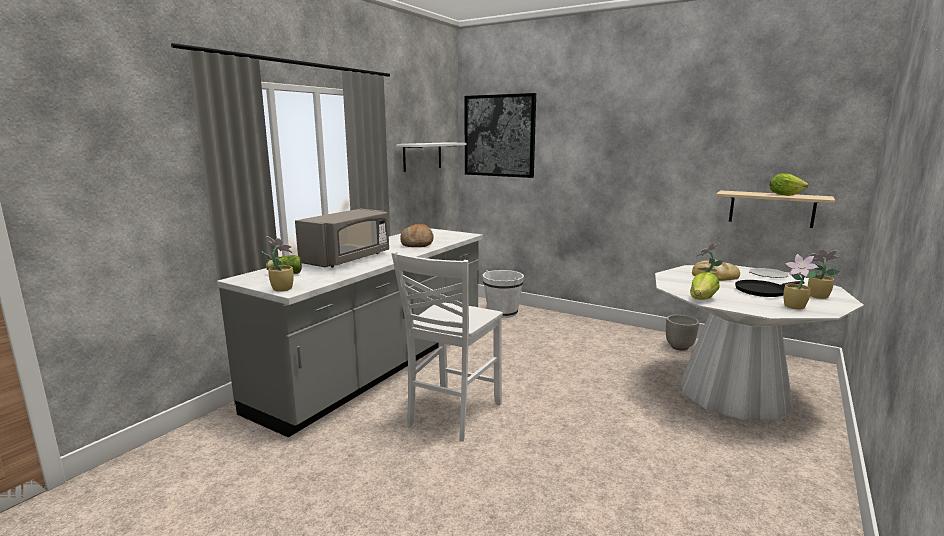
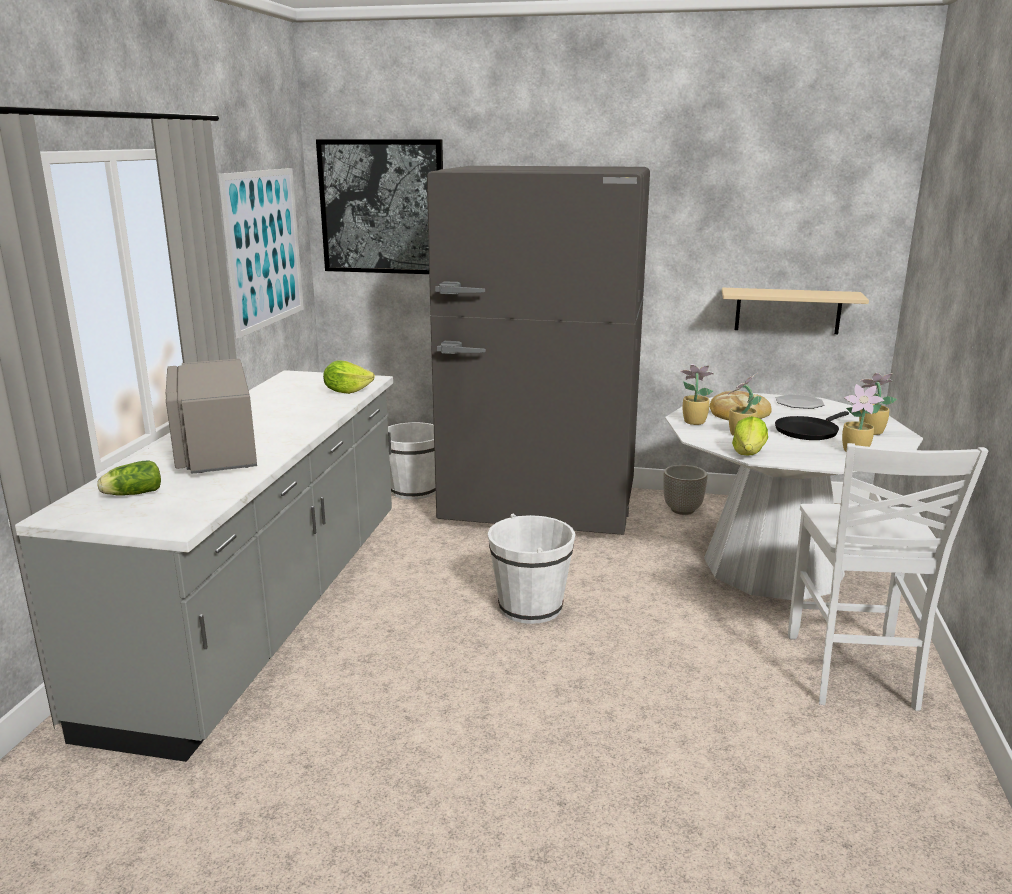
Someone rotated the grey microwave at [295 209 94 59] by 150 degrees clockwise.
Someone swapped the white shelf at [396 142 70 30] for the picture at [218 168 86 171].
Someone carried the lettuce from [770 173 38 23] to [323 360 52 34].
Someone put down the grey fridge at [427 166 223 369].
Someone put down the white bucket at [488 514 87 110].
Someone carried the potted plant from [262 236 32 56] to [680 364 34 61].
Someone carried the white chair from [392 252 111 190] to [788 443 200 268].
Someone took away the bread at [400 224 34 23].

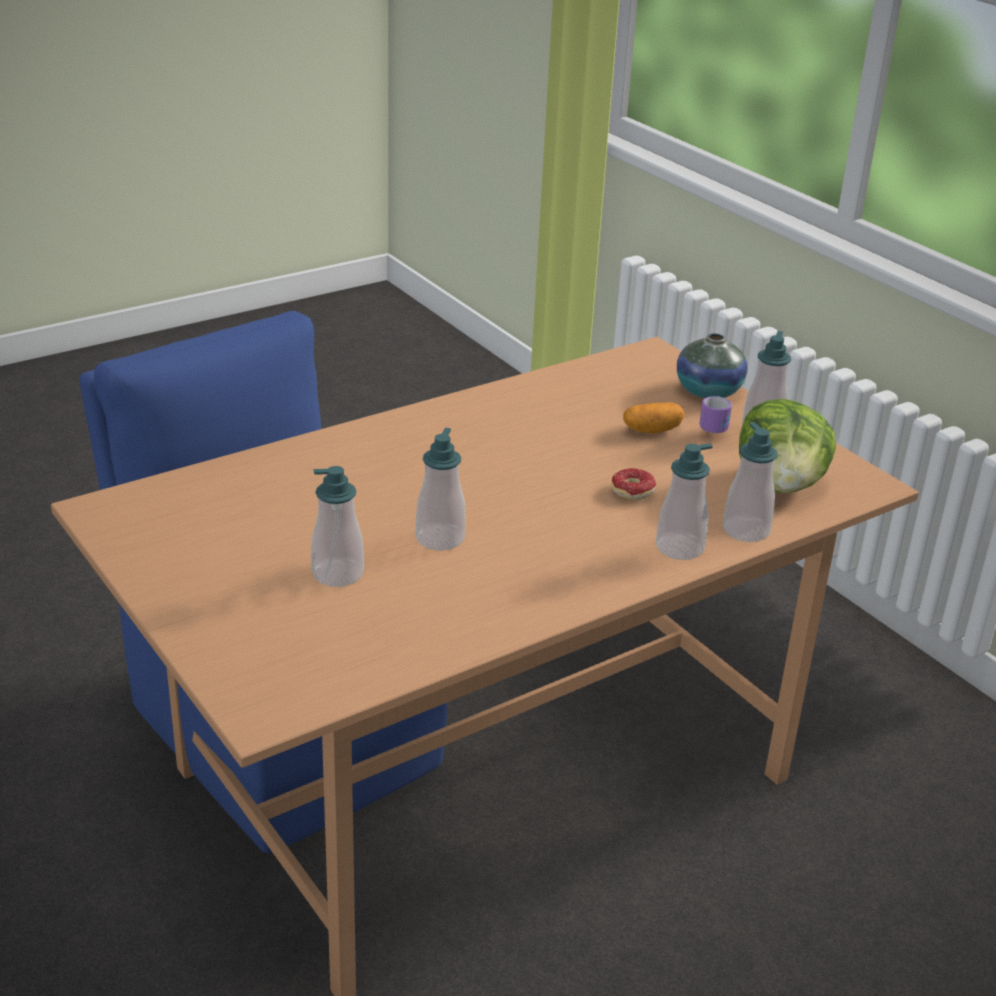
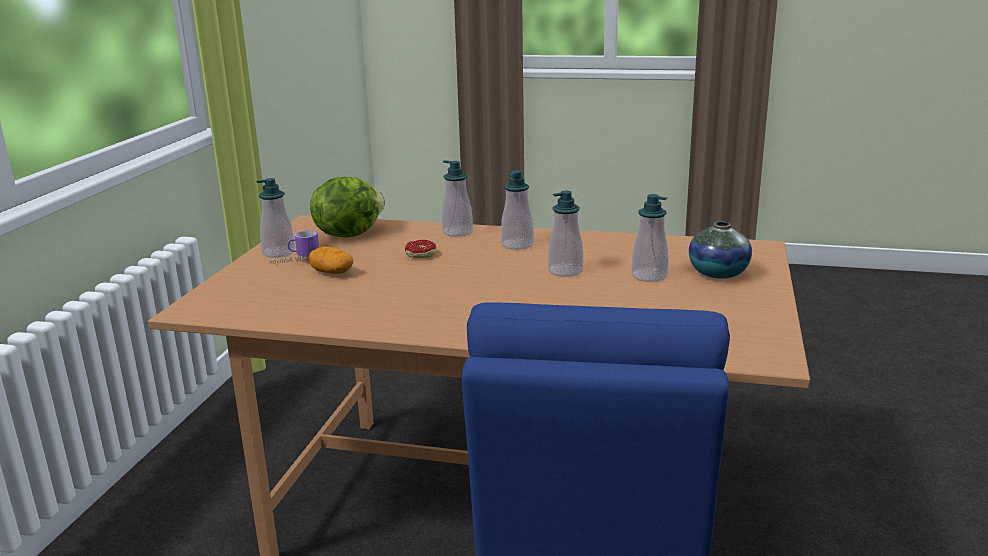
Someone carried the soap dispenser from [723 422 55 120] to [501 170 33 80].
Someone carried the vase from [677 333 71 66] to [689 221 63 58].

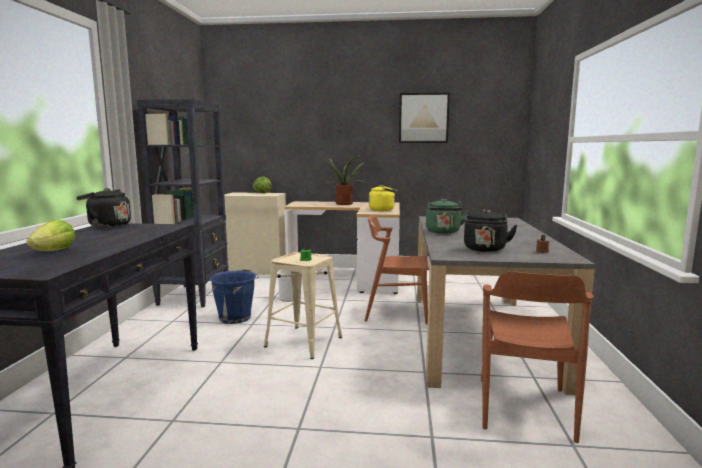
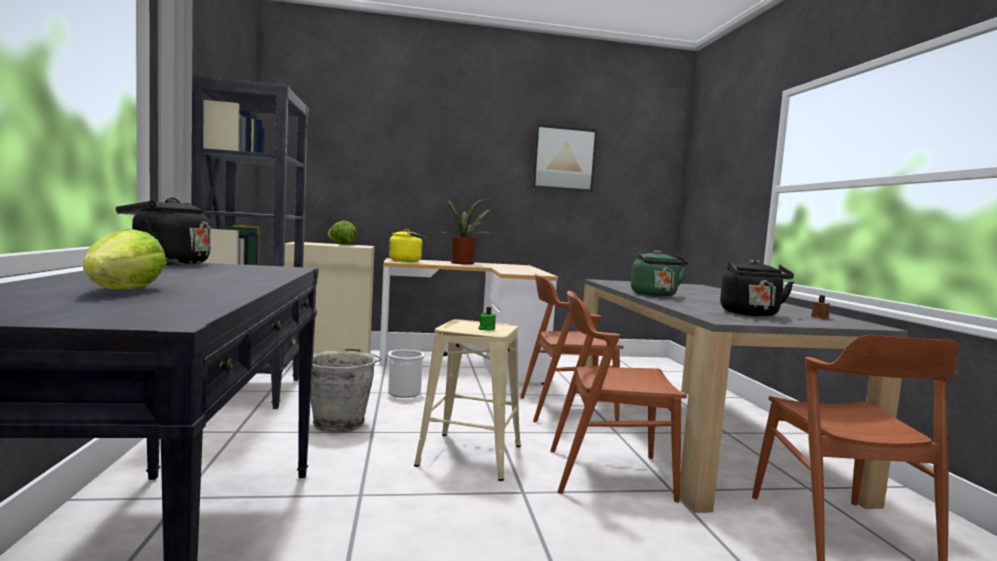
Someone repainted the blue bucket at [210 269 48 55], which became the grey bucket at [311 348 71 85].
Someone carried the yellow kettle from [369 185 28 26] to [389 229 37 33].
Someone put down the brown chair at [550 291 137 212].

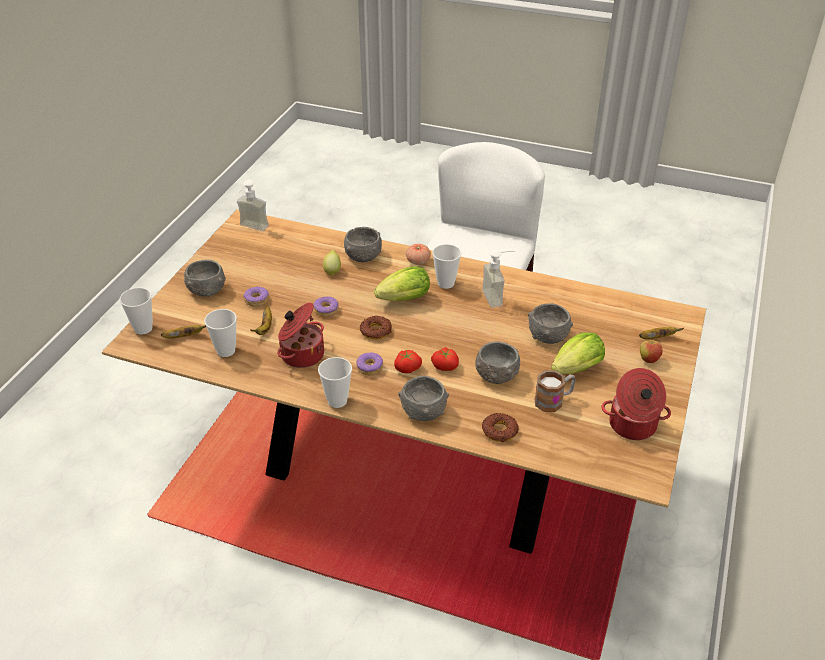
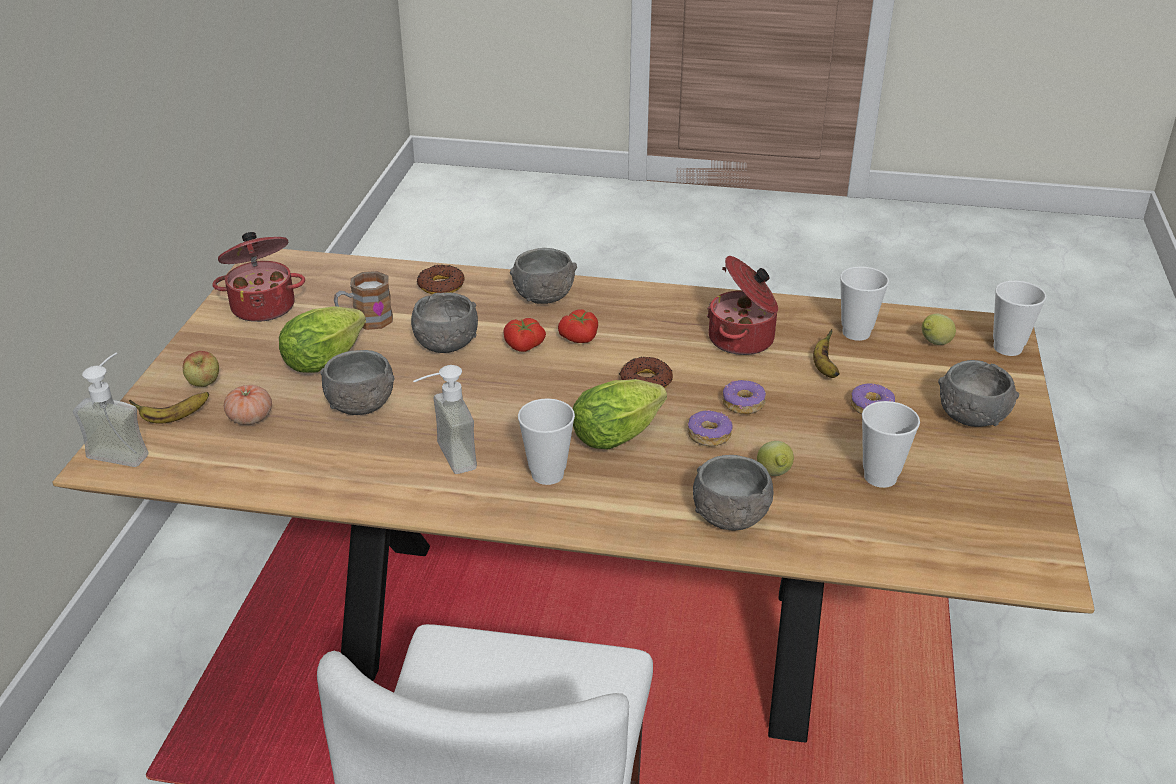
Someone carried the soap dispenser from [237 180 32 51] to [73 352 75 115].
Someone carried the tomato from [406 244 25 21] to [224 385 48 40].
Someone carried the donut from [356 352 27 24] to [687 410 46 37].
Someone carried the cup from [318 357 34 51] to [862 401 58 87].
Someone swapped the banana at [161 325 45 14] for the lemon at [922 314 34 31].

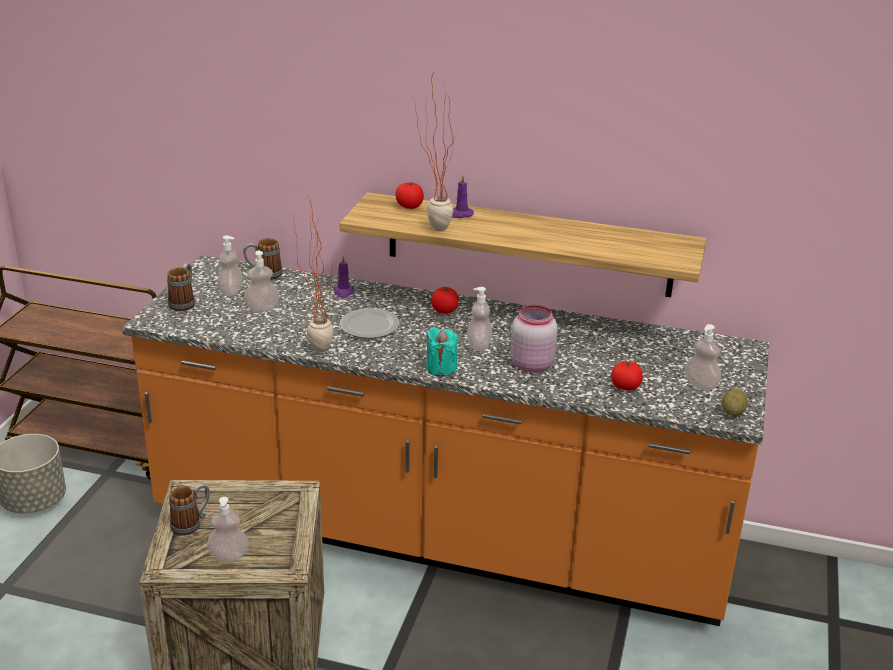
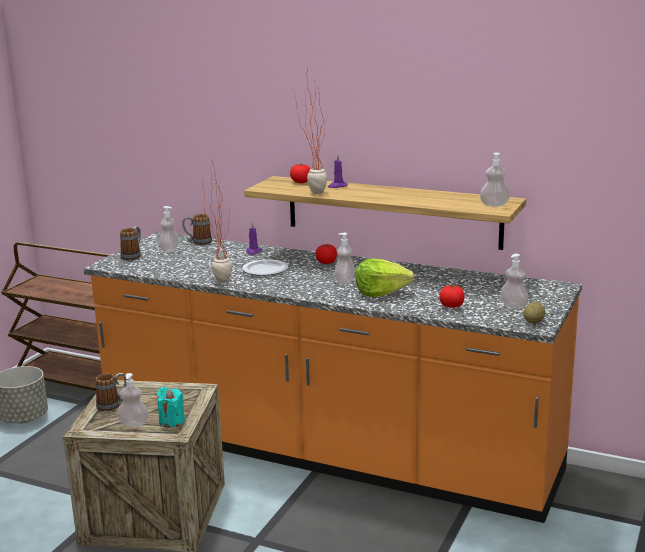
Someone carried the turquoise candle from [426 328 31 49] to [157 387 28 41].
Someone swapped the pink jar at [510 305 48 68] for the lettuce at [355 258 59 39].
Someone carried the soap dispenser from [244 251 36 61] to [480 153 30 54].

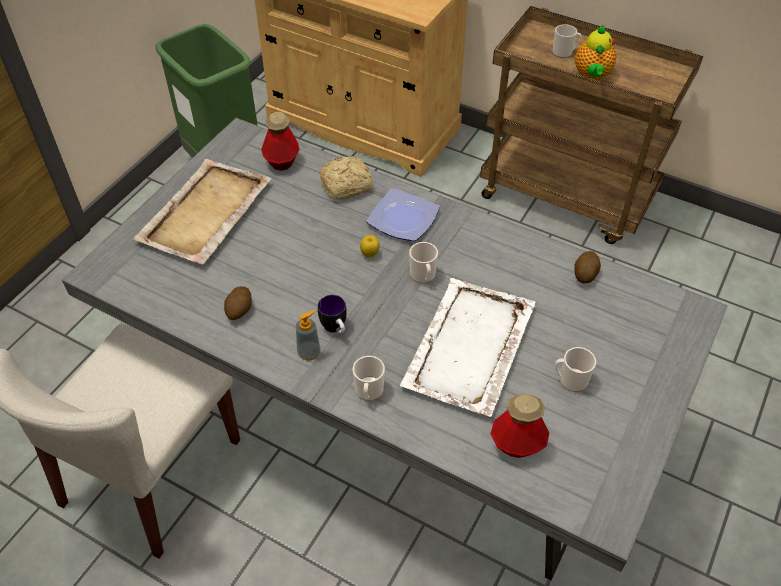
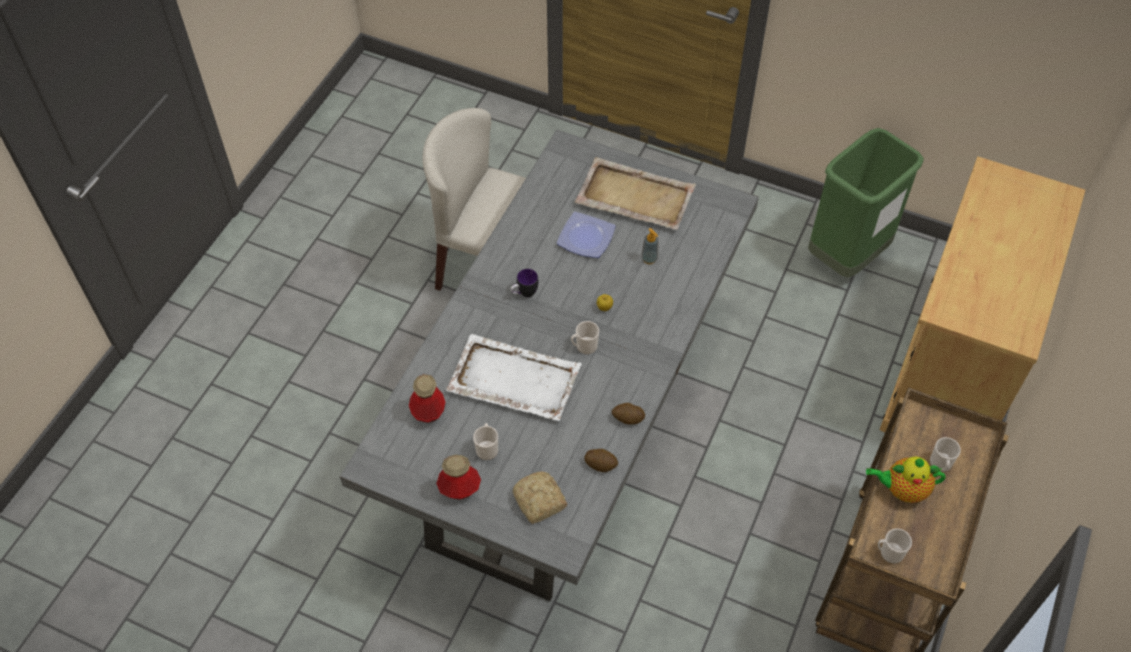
Someone carried the bottle from [261 112 38 59] to [436 455 45 45].
Someone carried the bread from [320 156 53 44] to [513 471 54 53].
Someone carried the plate from [366 188 74 53] to [556 212 60 46].
Someone carried the potato from [224 286 28 34] to [612 403 33 21].
Someone carried the soap dispenser from [296 310 24 50] to [641 228 18 36].
Someone carried the mug from [353 356 32 45] to [878 528 34 36].

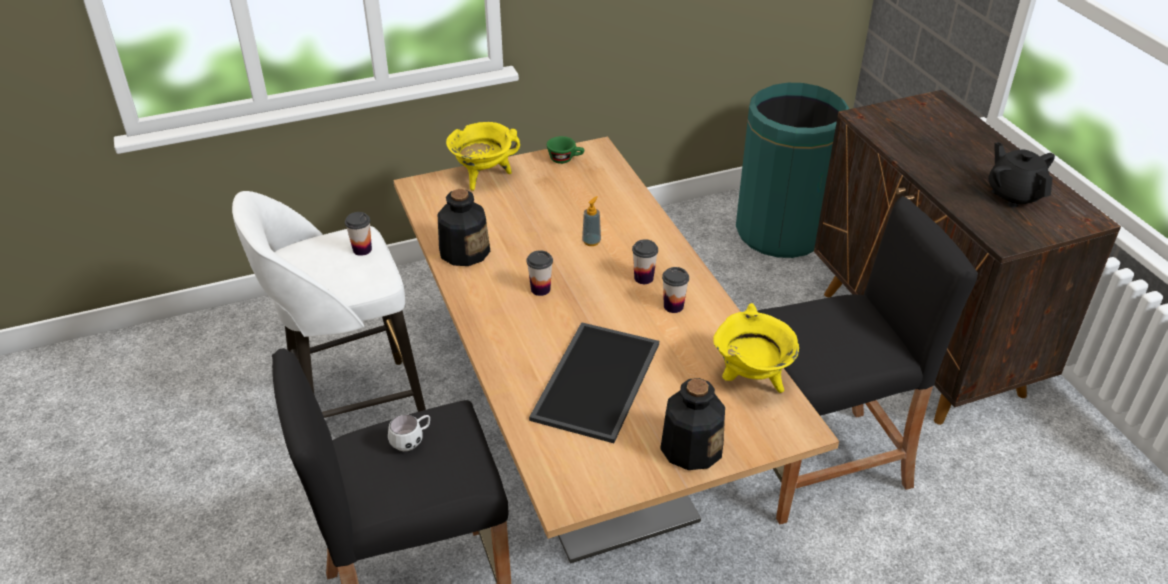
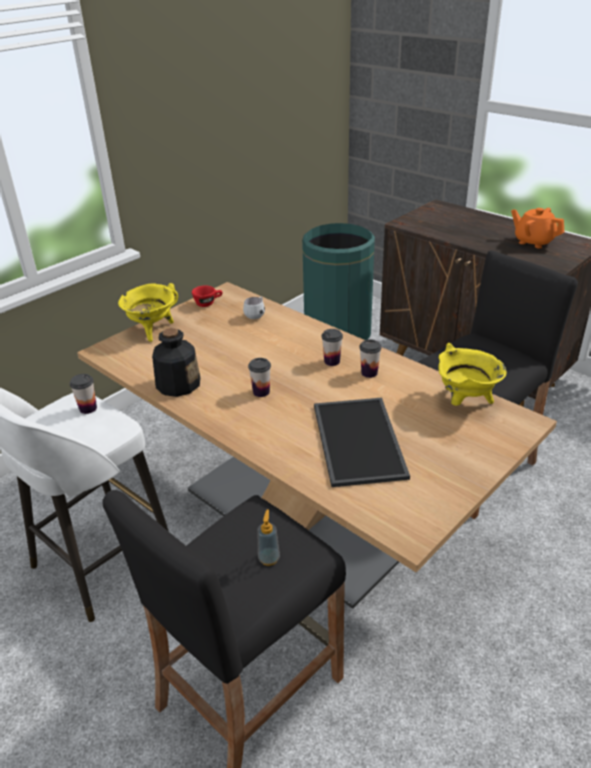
Someone repainted the green cup at [547 136 37 28], which became the red cup at [192 285 31 22].
Someone carried the white mug from [388 414 42 37] to [243 297 22 22].
Someone carried the soap dispenser from [582 196 19 50] to [257 509 23 57].
Someone repainted the black teapot at [988 142 67 66], which became the orange teapot at [511 208 53 41].
Someone took away the bottle at [660 378 65 92].

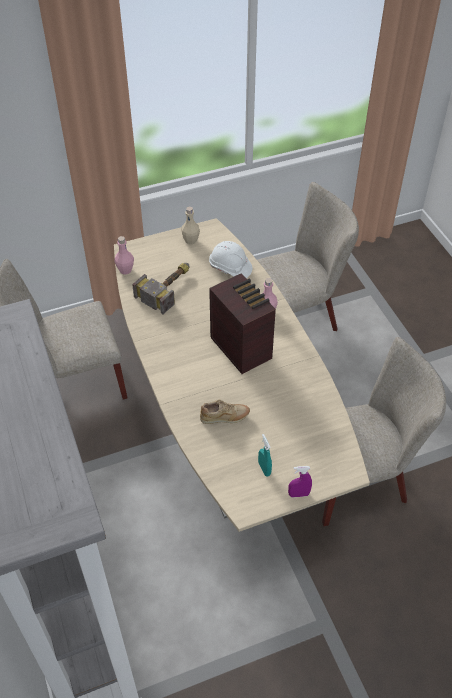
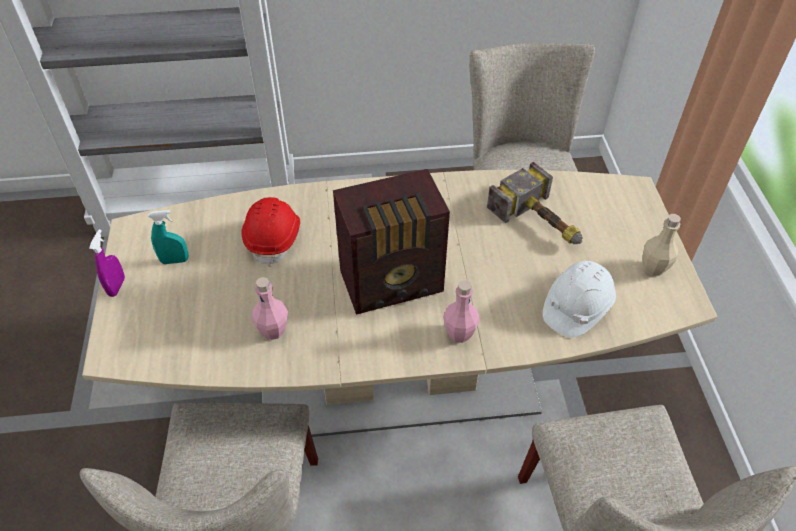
Someone swapped the beige shoe at [200 400 50 24] for the red hard hat at [242 197 58 70].
Someone carried the pink bottle from [114 236 20 39] to [252 277 36 63].

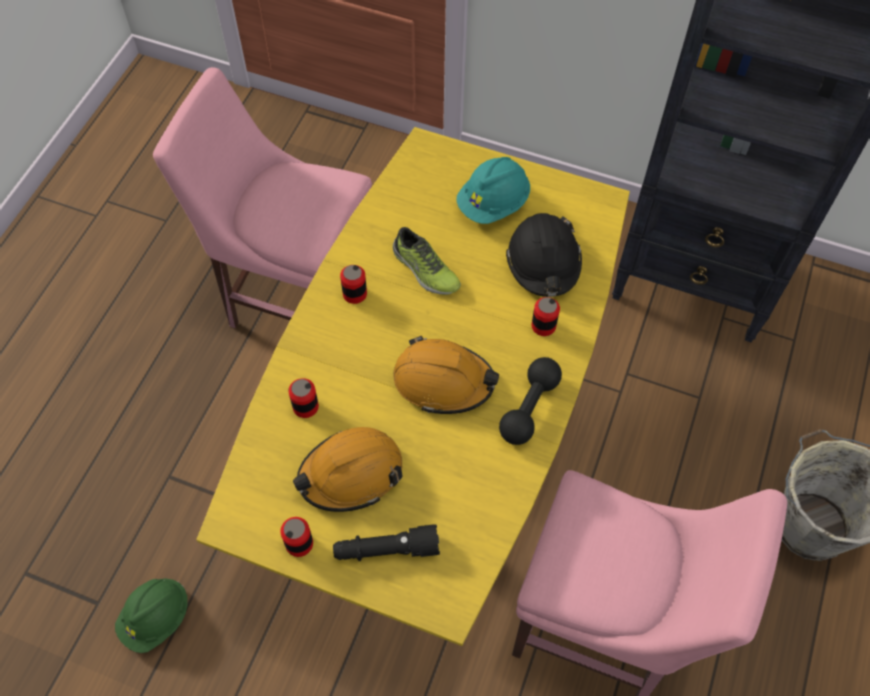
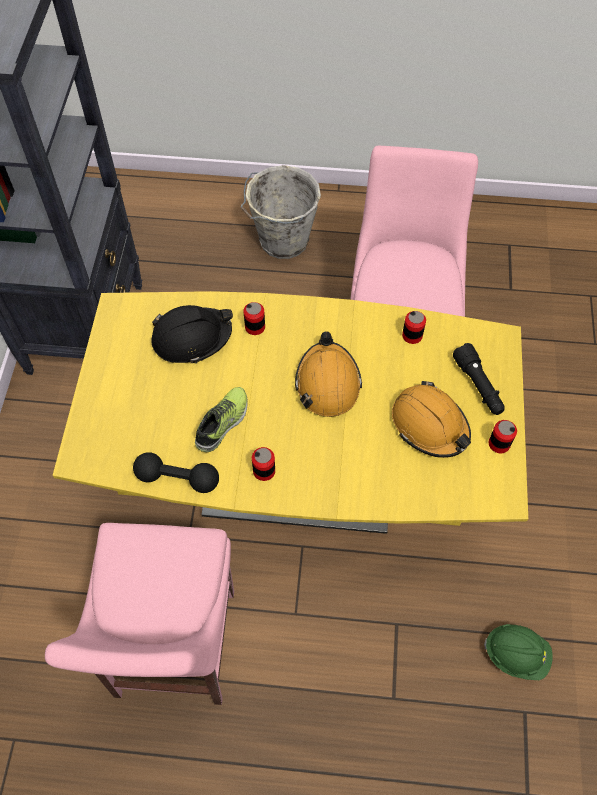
Someone carried the black dumbbell from [499 357 63 88] to [133 452 86 41].
Someone carried the can from [288 378 31 40] to [402 311 24 33].
Someone took away the turquoise hard hat at [457 157 73 67].

